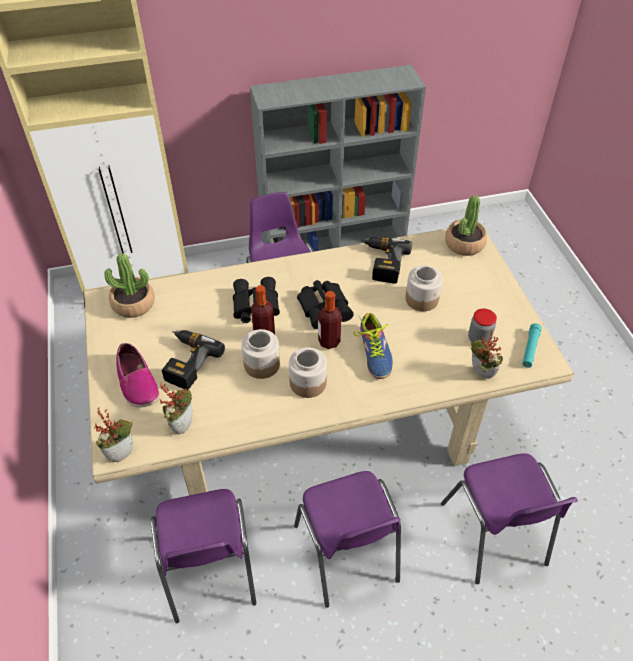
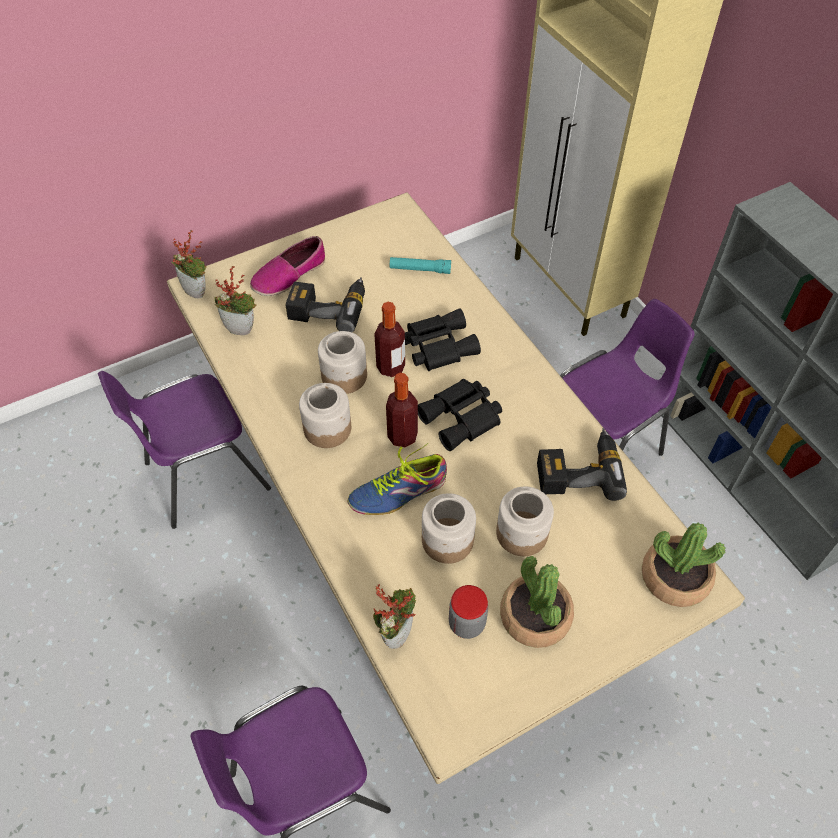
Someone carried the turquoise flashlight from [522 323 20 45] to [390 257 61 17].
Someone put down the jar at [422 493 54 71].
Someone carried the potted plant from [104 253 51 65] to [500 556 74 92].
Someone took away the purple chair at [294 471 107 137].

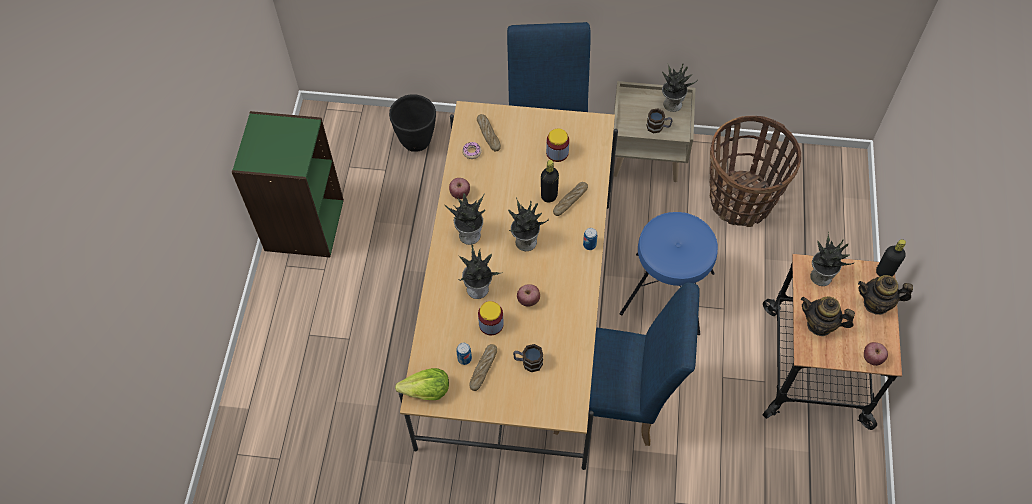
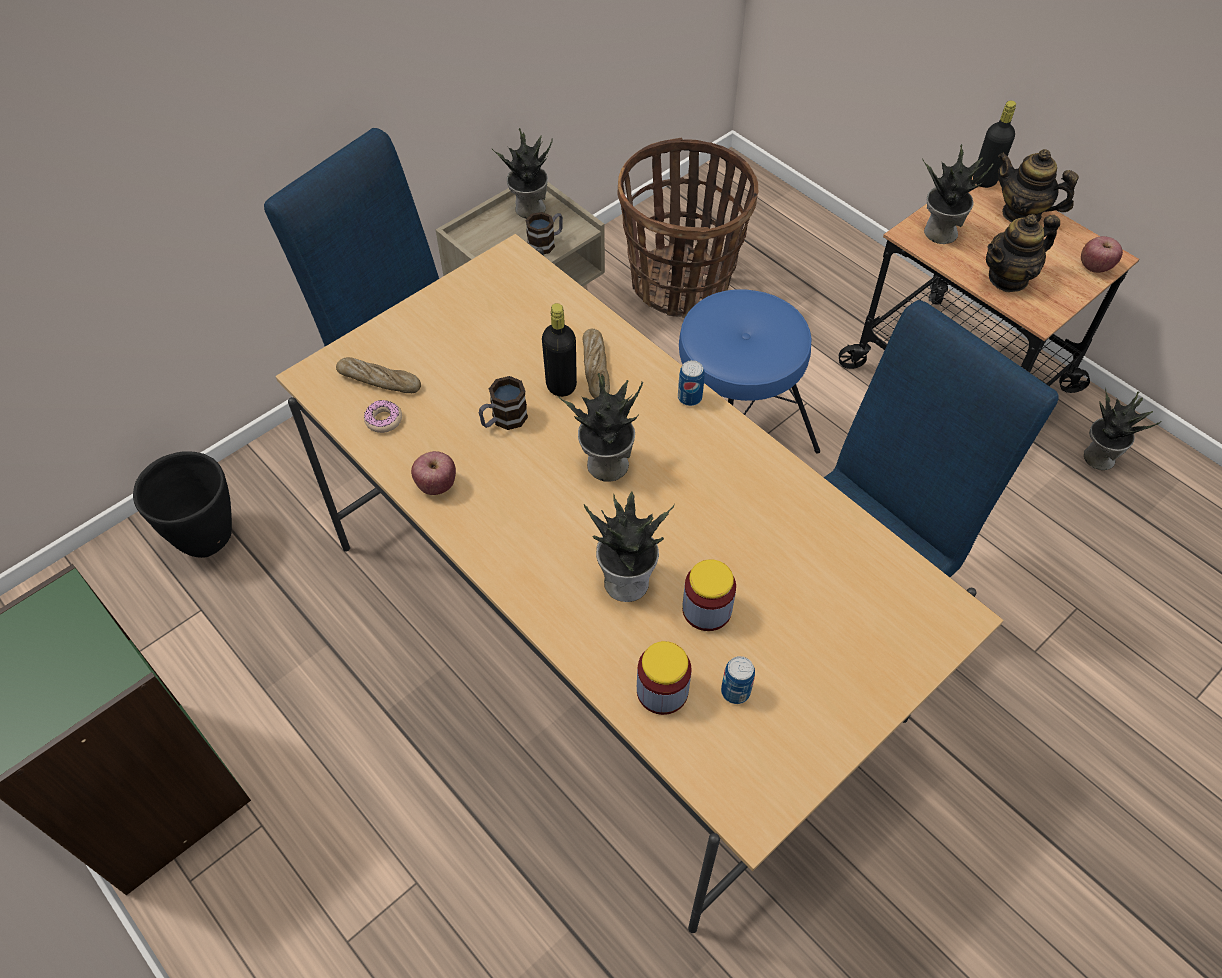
Someone carried the mug from [513 344 30 28] to [479 376 49 54].
Someone carried the jar from [546 129 23 33] to [637 641 55 74].
Someone rotated the teapot at [858 275 55 40] by 75 degrees clockwise.
Someone carried the potted plant from [444 193 41 52] to [1084 388 77 82].
Someone took away the lettuce at [395 368 54 32].
Someone took away the bread at [469 344 28 47].
Someone took away the apple at [517 284 23 23].

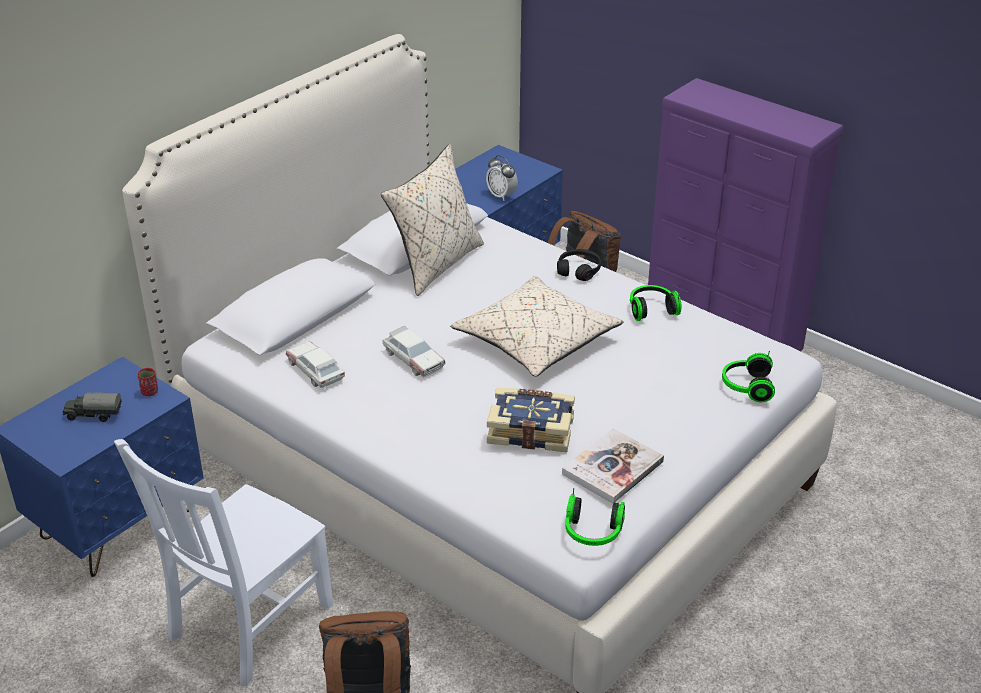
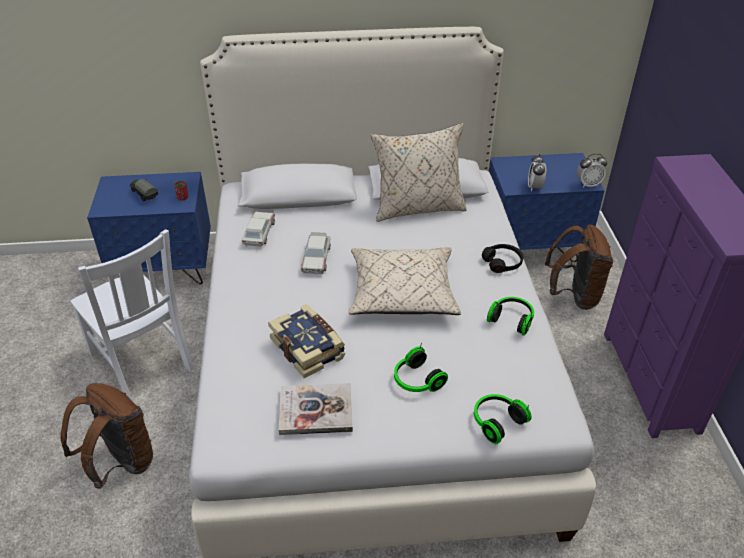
Someone rotated the white chair at [114 439 219 247] by 120 degrees counterclockwise.
Someone carried the headphones from [565 488 60 58] to [394 343 54 49].
Someone put down the alarm clock at [577 154 30 34].

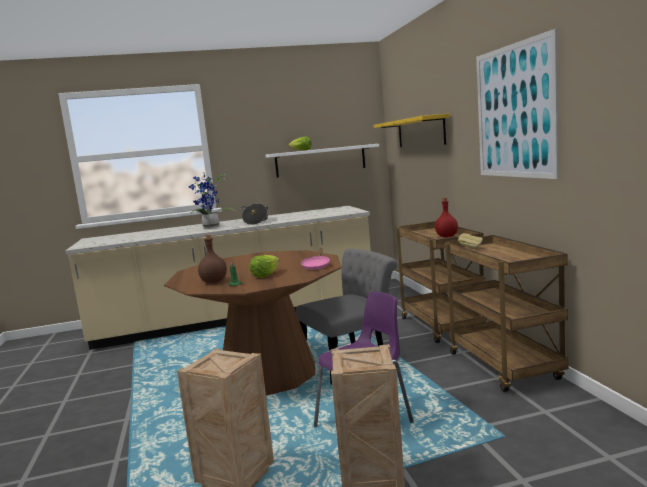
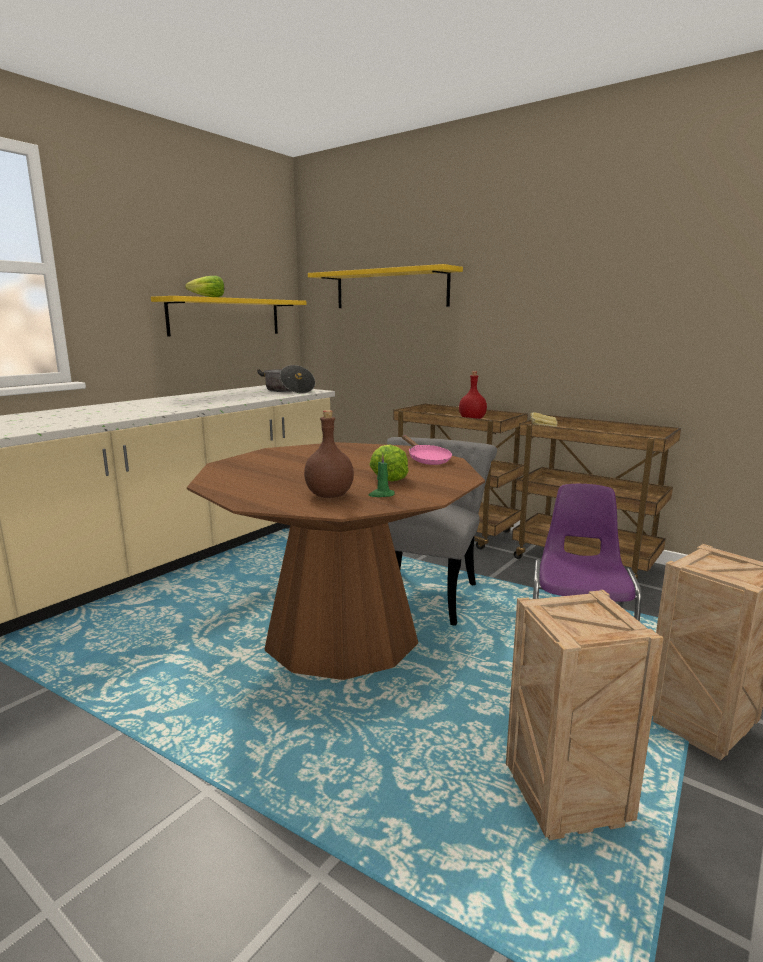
Someone repainted the white shelf at [265 144 114 33], which became the yellow shelf at [151 296 155 40].
Someone carried the cooking pot from [241 203 27 22] to [257 365 58 29].
Someone took away the potted plant at [189 173 47 55].
Someone took away the picture at [476 29 83 150].

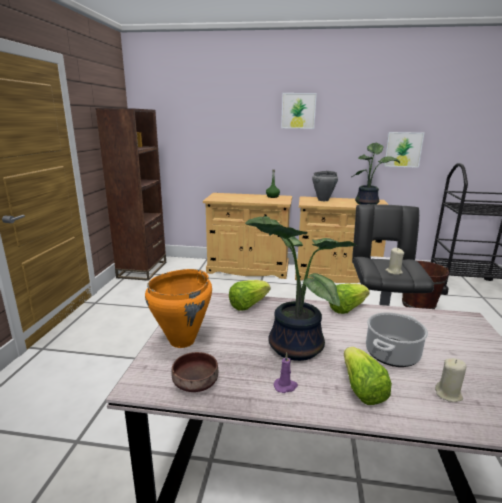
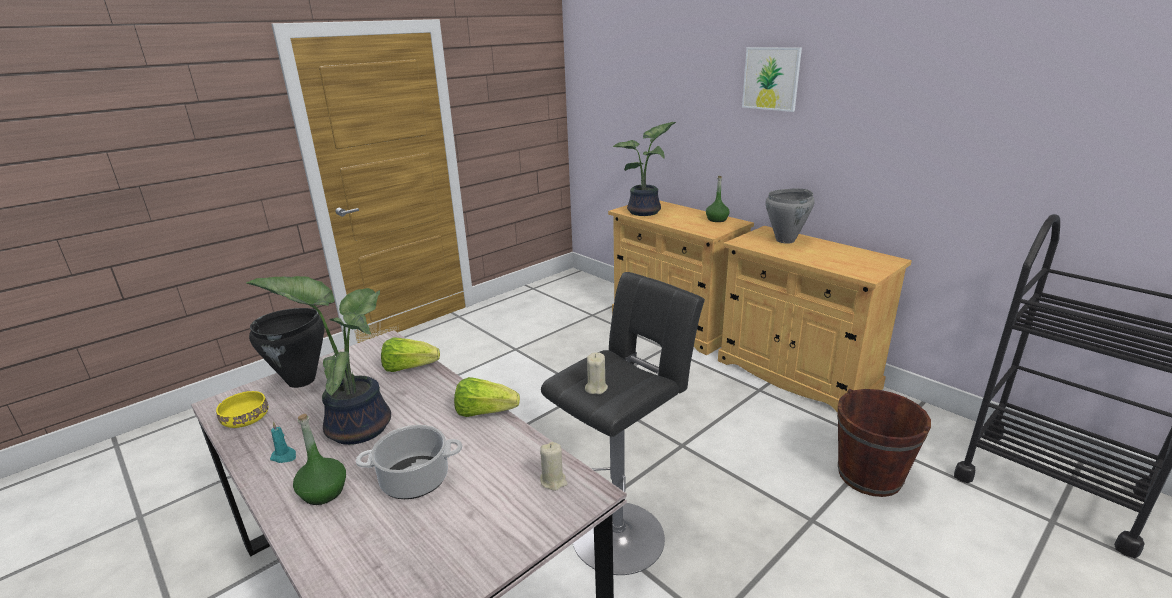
Someone repainted the brown bowl at [171 352 47 40], which became the yellow bowl at [216 391 52 37].
Someone repainted the orange cooking pot at [145 269 67 79], which became the black cooking pot at [249 308 76 80].
Someone repainted the purple candle at [273 353 25 40], which became the turquoise candle at [270 422 26 41].
Someone swapped the lettuce at [344 347 48 58] for the green bottle at [293 414 53 91].
Someone carried the beige candle from [435 358 31 44] to [540 442 28 49].
Someone carried the potted plant from [352 142 48 63] to [613 122 63 94].
Someone took away the brown bookcase at [95 108 71 173].
Someone took away the picture at [384 132 40 36].

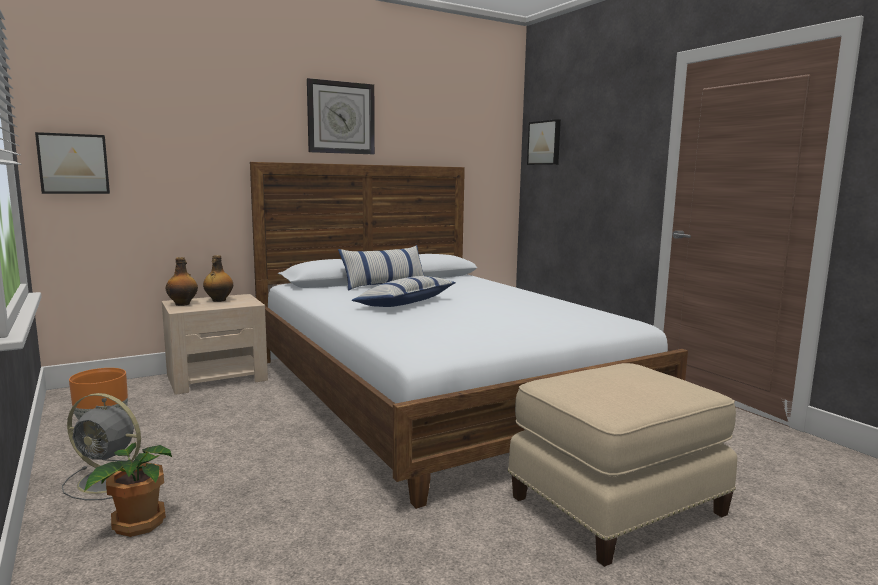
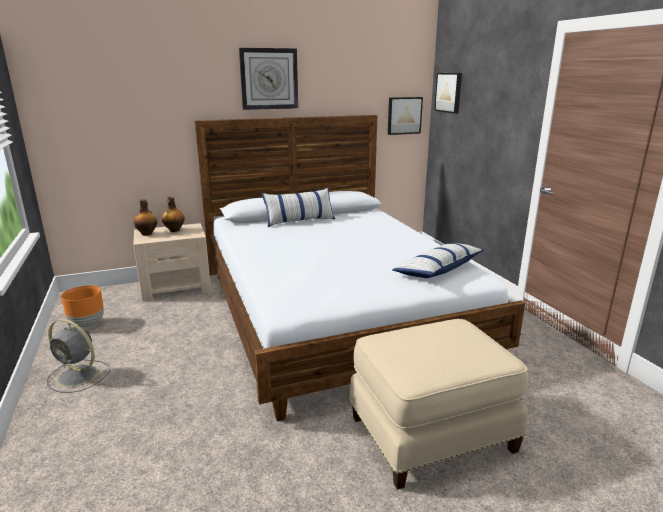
Someone carried the picture from [35 132 75 62] to [388 97 35 38].
Someone carried the pillow from [352 276 104 31] to [392 243 92 35].
Someone took away the potted plant at [84 442 88 95].

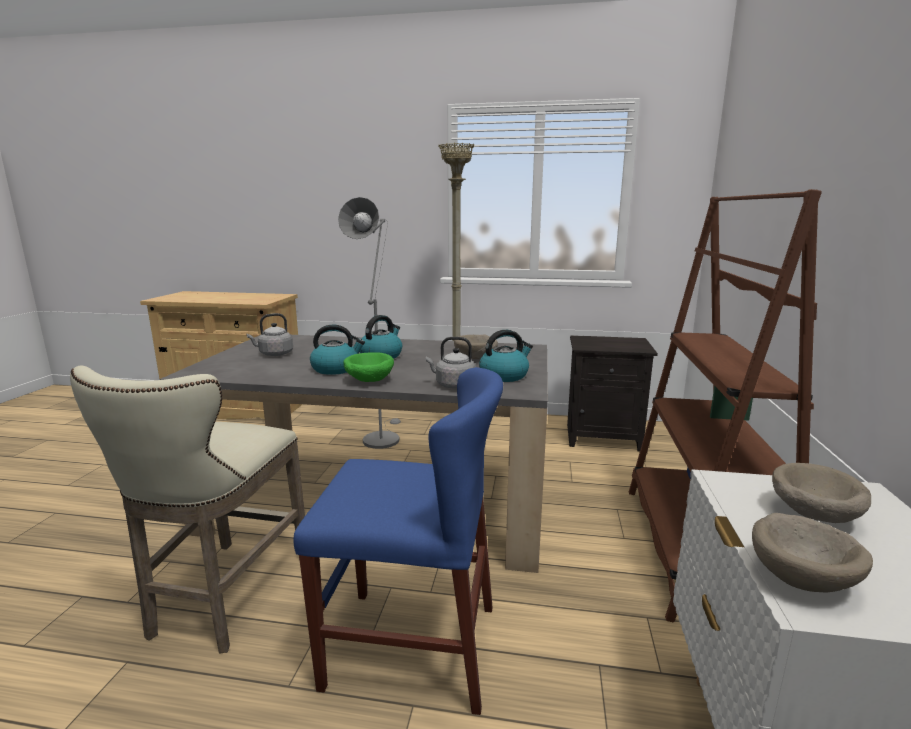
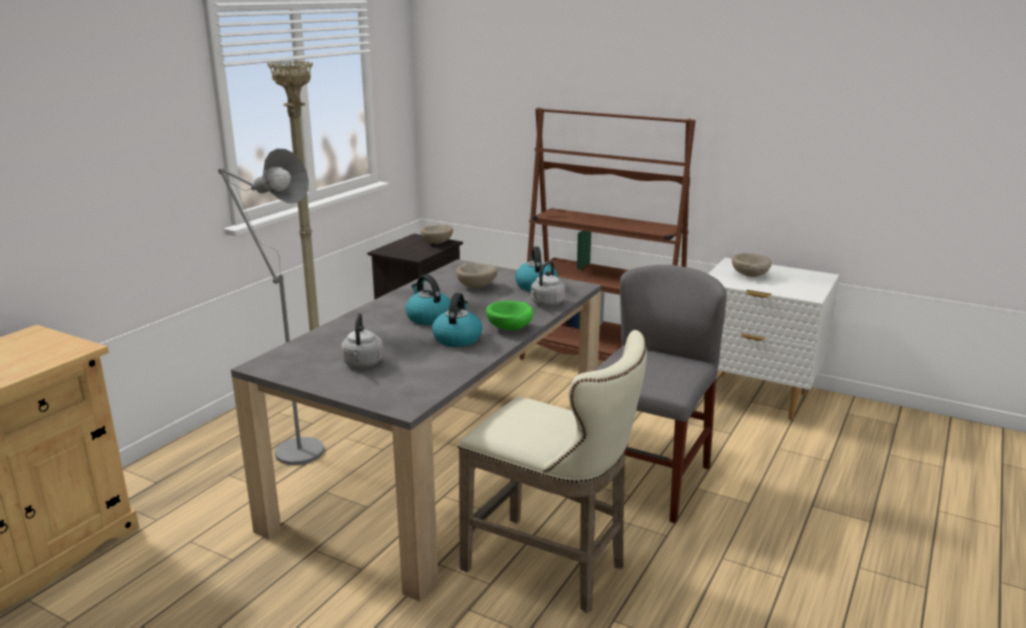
Someone carried the beige bowl from [752 513 121 80] to [421 225 32 19].
Someone repainted the blue chair at [294 367 209 348], which became the grey chair at [594 265 133 258].

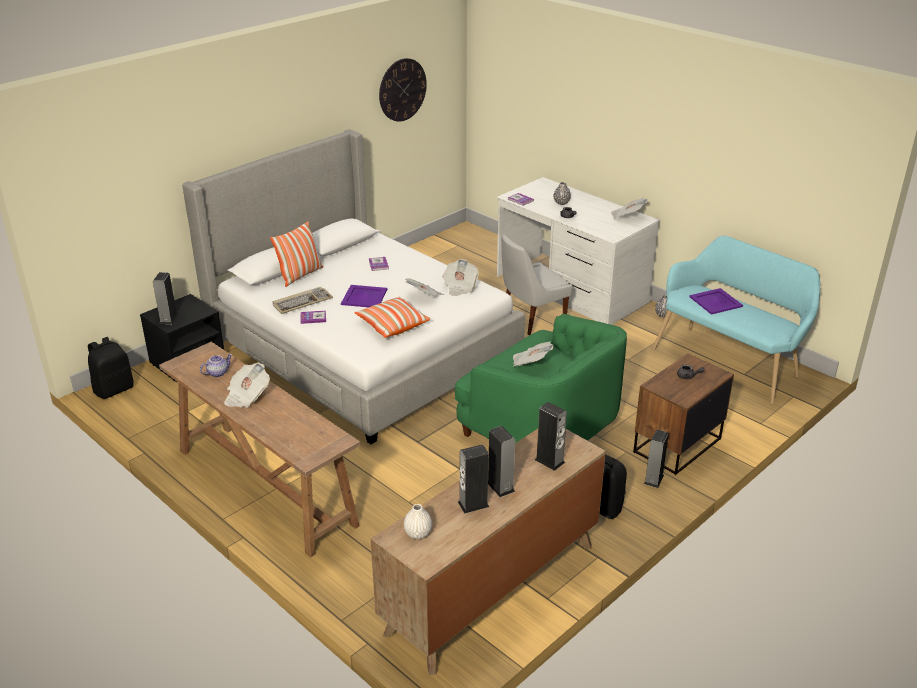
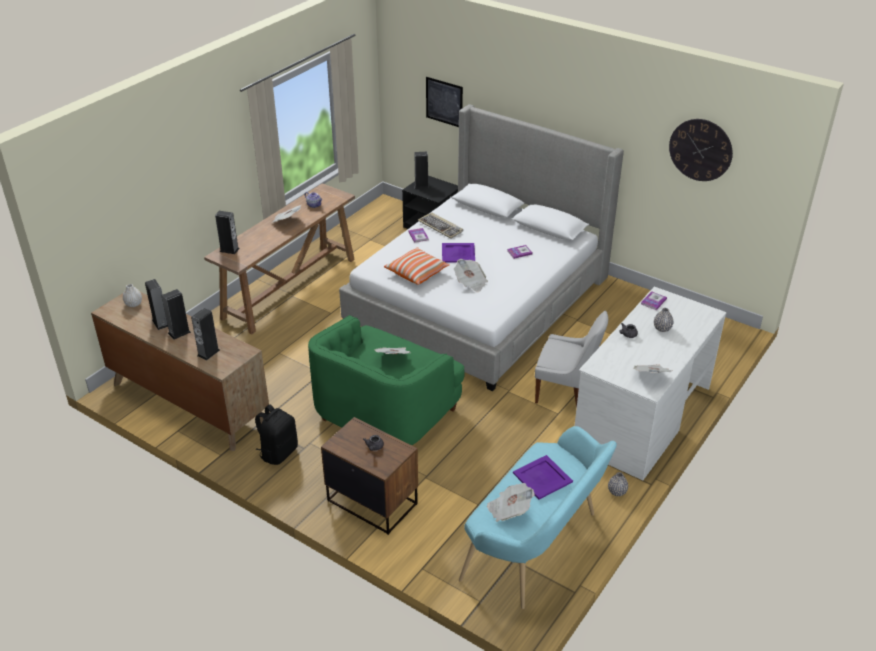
Someone carried the speaker from [644 429 25 59] to [215 211 25 43].
Someone put up the picture at [426 77 37 50].
Someone carried the newspaper from [442 259 37 37] to [487 483 48 39].
Someone rotated the white chair at [501 234 71 101] by 150 degrees clockwise.
Someone took away the black backpack at [88 337 46 62].
Someone took away the pillow at [270 221 53 66].

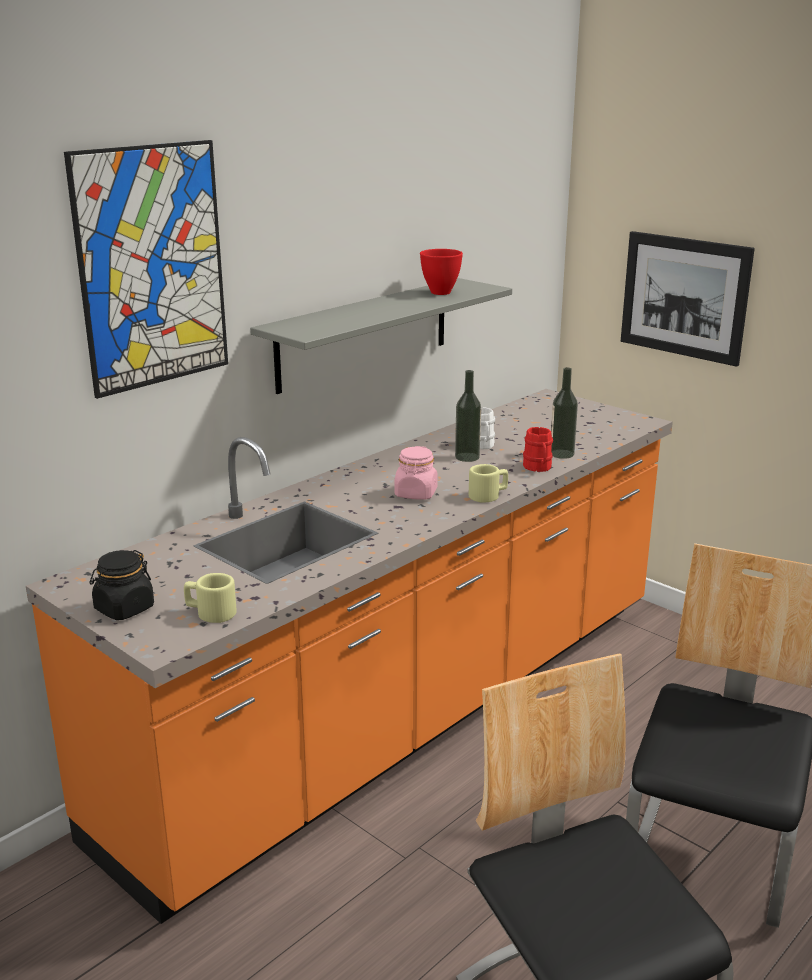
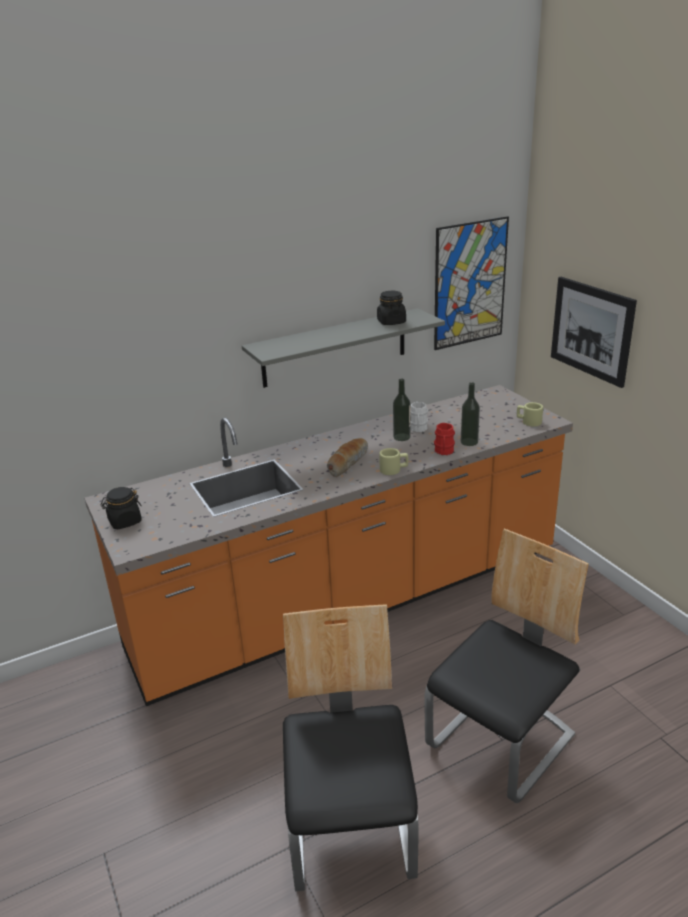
Someone swapped the pink jar at [394 446 44 54] for the bread at [327 438 41 39].
Someone swapped the red bowl at [420 249 43 46] for the black jar at [377 291 29 34].
Someone carried the picture from [64 140 164 259] to [434 216 75 134].
Someone carried the beige mug from [184 573 53 50] to [517 402 26 25].

